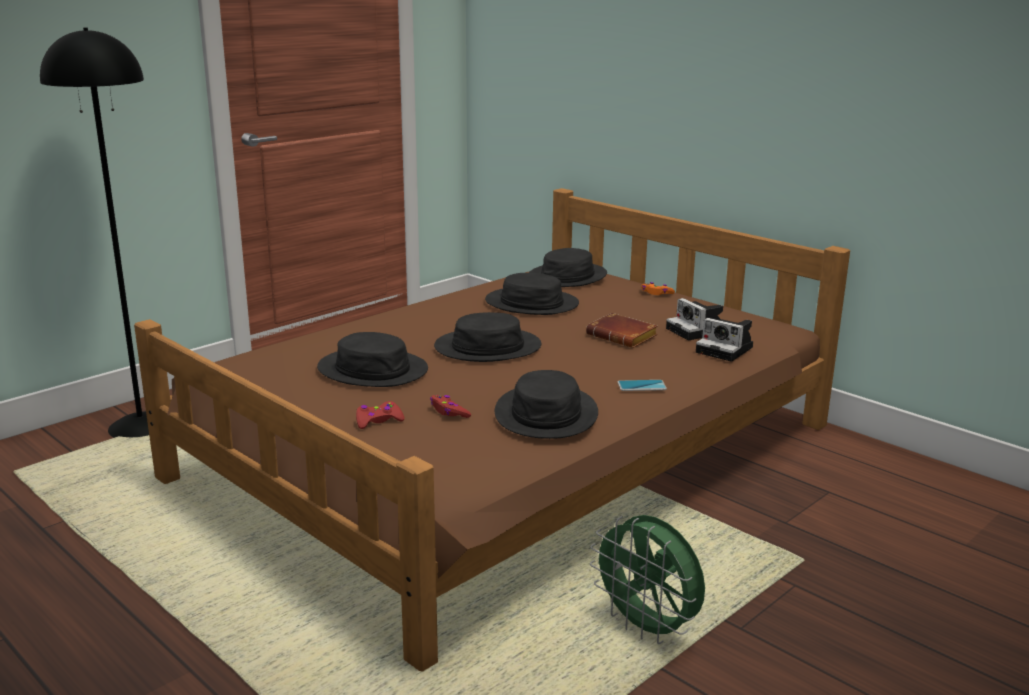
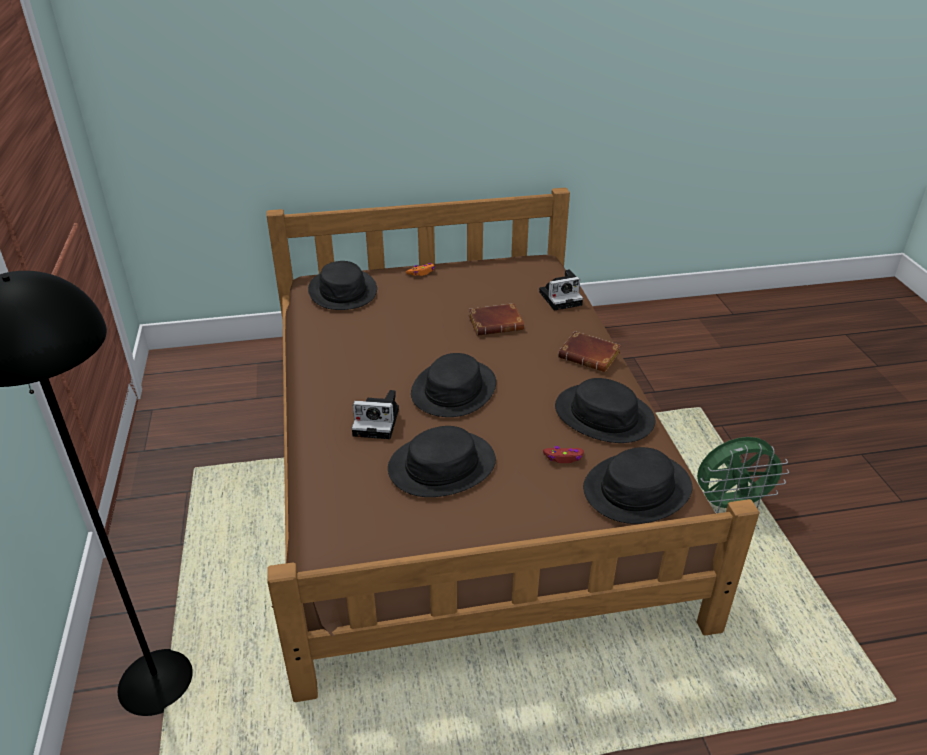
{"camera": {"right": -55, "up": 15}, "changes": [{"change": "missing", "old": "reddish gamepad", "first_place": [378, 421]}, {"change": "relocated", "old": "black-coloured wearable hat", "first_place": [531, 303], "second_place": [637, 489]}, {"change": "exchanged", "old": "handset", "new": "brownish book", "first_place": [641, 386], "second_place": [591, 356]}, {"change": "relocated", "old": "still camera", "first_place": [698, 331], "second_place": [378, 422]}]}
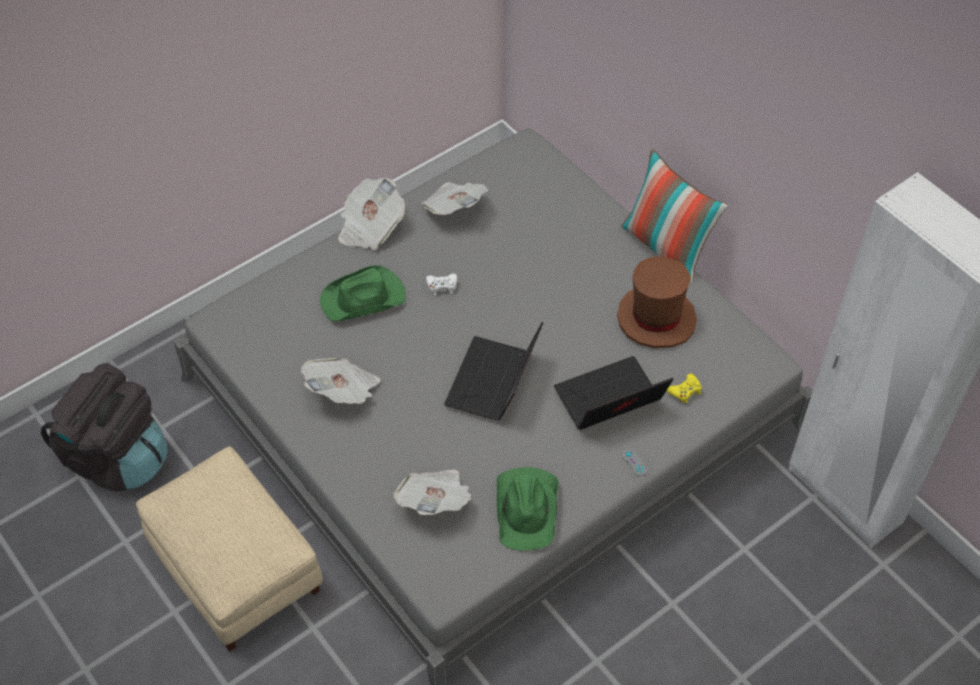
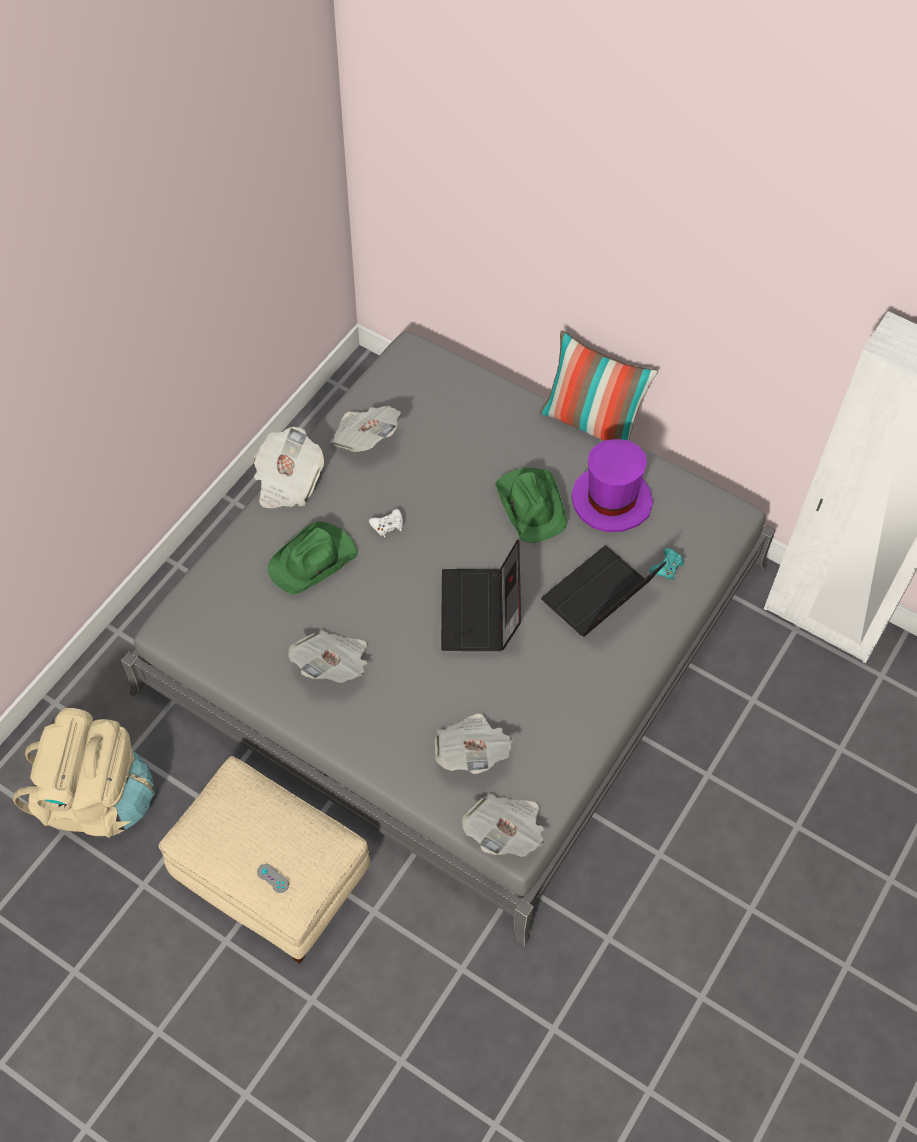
{"camera": {"right": -20, "up": 5}, "changes": [{"change": "colour", "old": "black-coloured knapsack", "new": "beige-coloured knapsack", "first_place": [117, 458], "second_place": [97, 799]}, {"change": "relocated", "old": "green-coloured wearable hat", "first_place": [527, 508], "second_place": [531, 504]}, {"change": "colour", "old": "brownish wearable hat", "new": "purple wearable hat", "first_place": [656, 318], "second_place": [611, 500]}, {"change": "relocated", "old": "gray gamepad", "first_place": [634, 462], "second_place": [273, 878]}, {"change": "colour", "old": "yellow-coloured gamepad", "new": "turquoise gamepad", "first_place": [685, 391], "second_place": [667, 567]}, {"change": "appeared", "new": "daily paper", "second_place": [506, 832]}]}
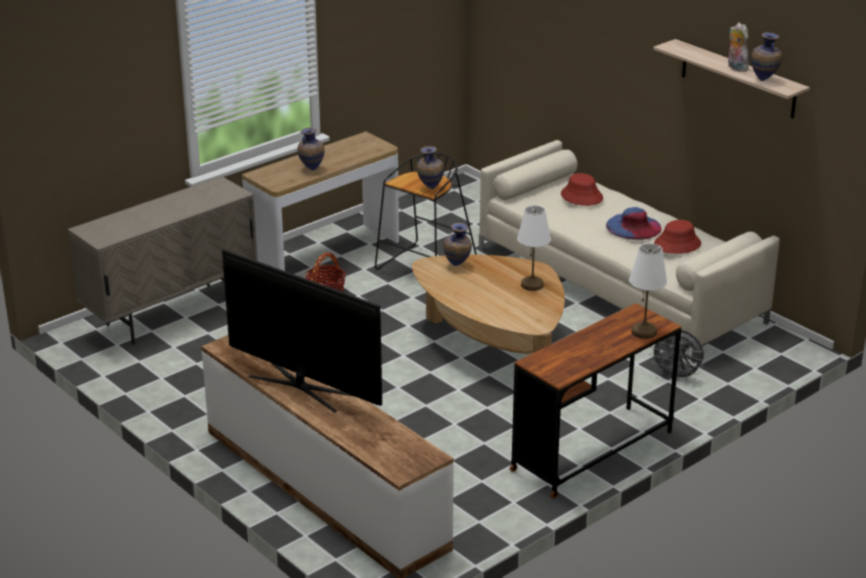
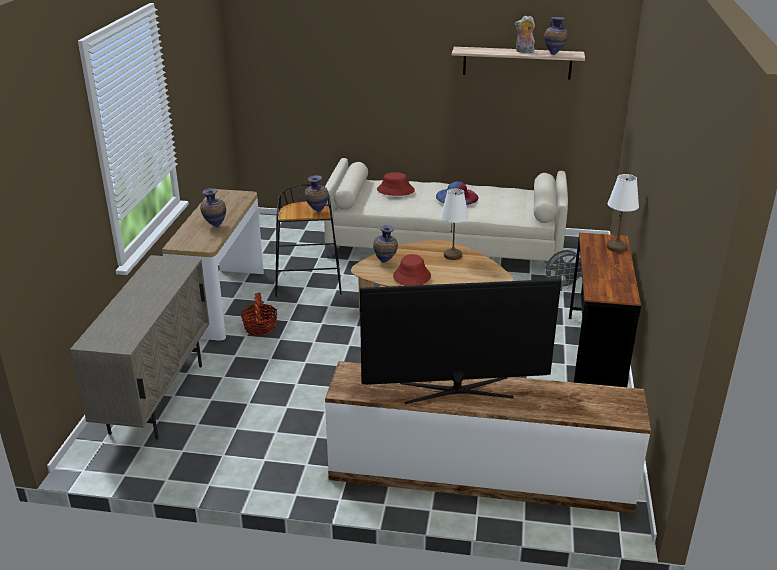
{"camera": {"right": -40, "up": 0}, "changes": [{"change": "relocated", "old": "reddish wearable hat", "first_place": [677, 244], "second_place": [411, 276]}]}
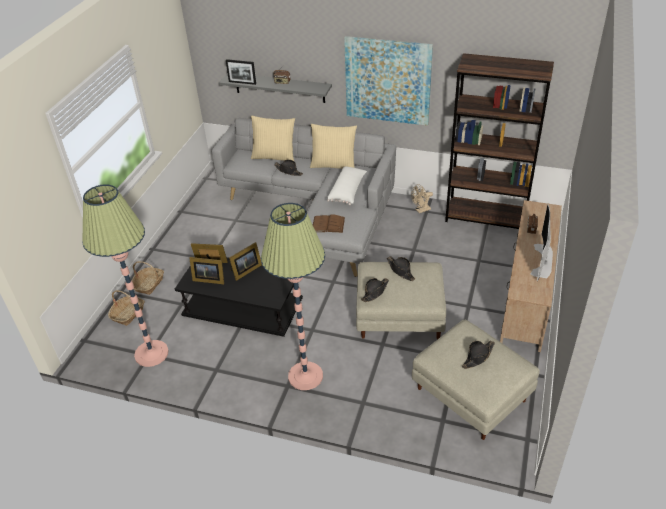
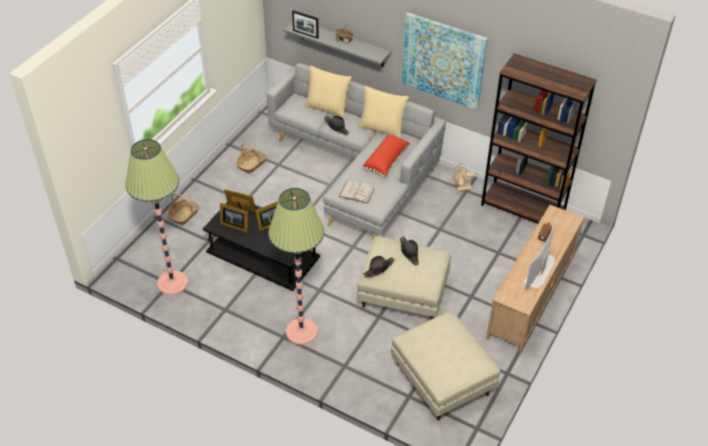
{"camera": {"right": 10, "up": 5}, "changes": [{"change": "relocated", "old": "storage basket", "first_place": [128, 314], "second_place": [251, 164]}, {"change": "colour", "old": "brownish book", "new": "white-coloured book", "first_place": [328, 224], "second_place": [357, 192]}, {"change": "colour", "old": "white-coloured throw pillow", "new": "reddish throw pillow", "first_place": [348, 191], "second_place": [386, 160]}, {"change": "missing", "old": "black-coloured wearable hat", "first_place": [478, 357]}]}
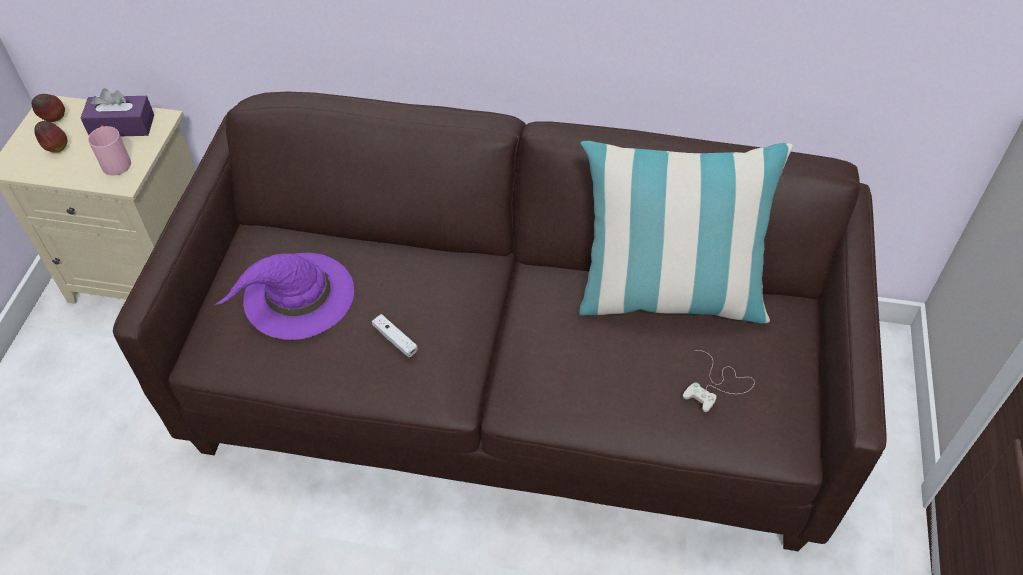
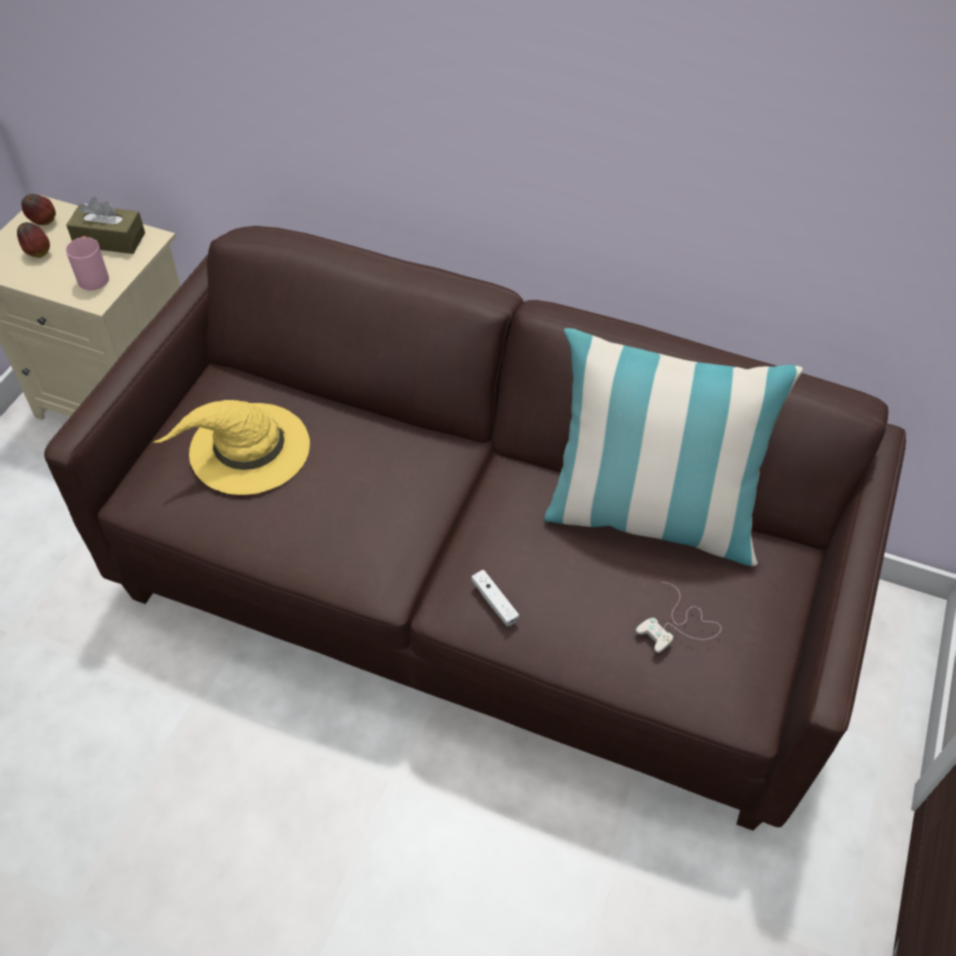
{"camera": {"right": 10, "up": 0}, "changes": [{"change": "colour", "old": "purple tissue holder", "new": "brownish tissue holder", "first_place": [122, 126], "second_place": [109, 240]}, {"change": "colour", "old": "purple wearable hat", "new": "yellow-coloured wearable hat", "first_place": [297, 296], "second_place": [247, 449]}, {"change": "relocated", "old": "white-coloured gamepad", "first_place": [395, 339], "second_place": [494, 602]}]}
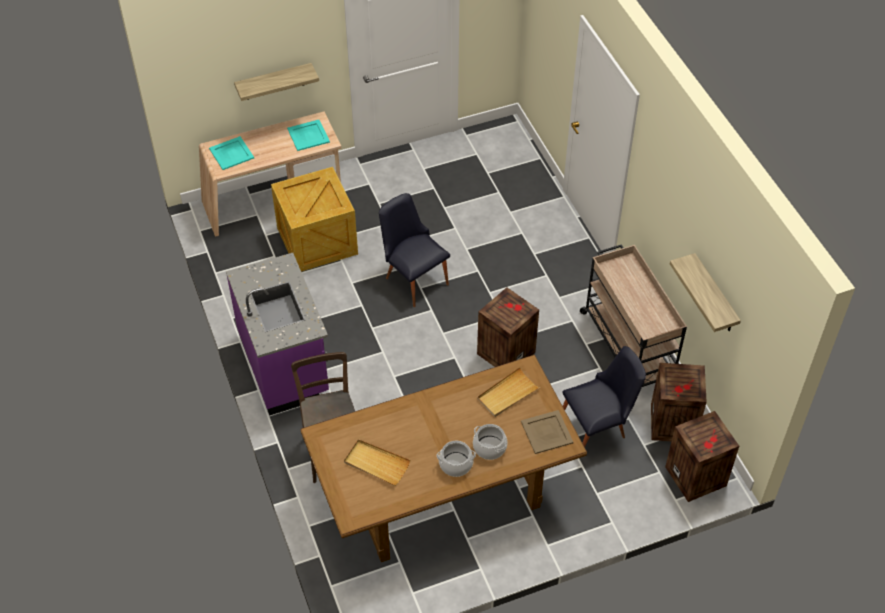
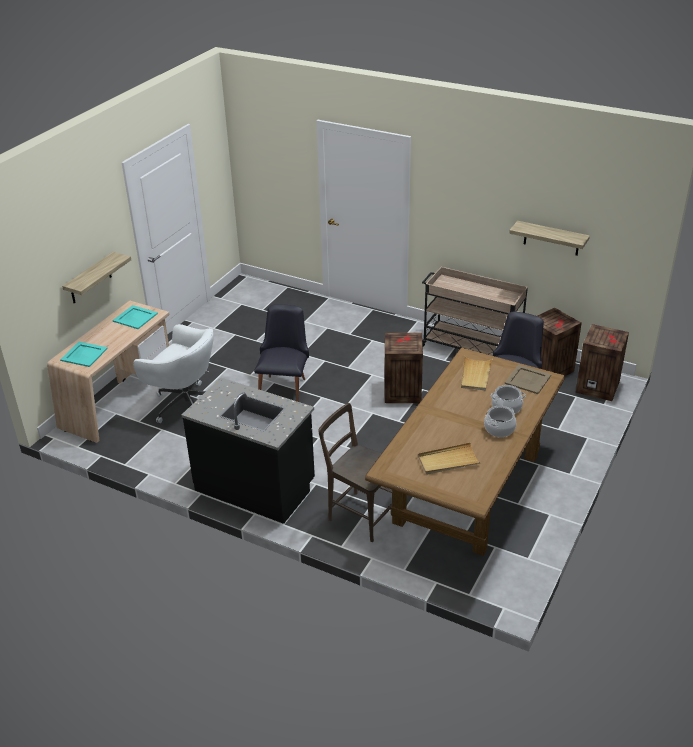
{"camera": {"right": -40, "up": -15}, "changes": [{"change": "colour", "old": "purple kitchen counter", "new": "black-coloured kitchen counter", "first_place": [285, 364], "second_place": [255, 486]}, {"change": "exchanged", "old": "shipping crate", "new": "white-coloured desk chair", "first_place": [316, 242], "second_place": [185, 404]}, {"change": "spun", "old": "black-coloured plain chair", "first_place": [413, 277], "second_place": [284, 387], "degrees": 90}]}
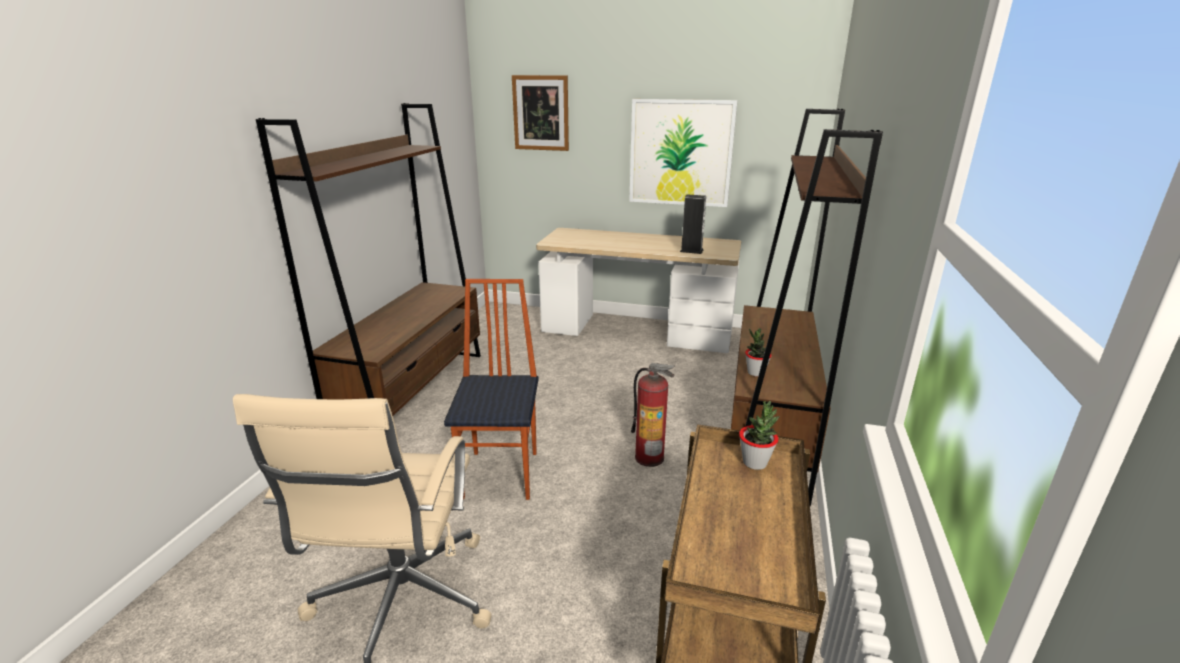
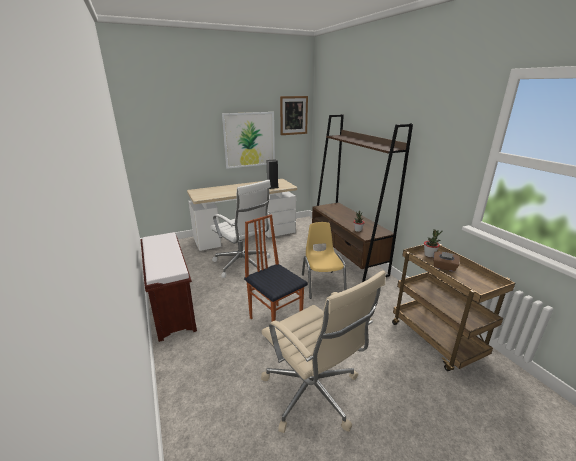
{"camera": {"right": -40, "up": 0}, "changes": [{"change": "exchanged", "old": "brownish bookcase", "new": "brownish bench", "first_place": [413, 392], "second_place": [171, 307]}, {"change": "relocated", "old": "picture", "first_place": [541, 113], "second_place": [293, 115]}, {"change": "exchanged", "old": "fire extinguisher", "new": "yellow-coloured plain chair", "first_place": [649, 457], "second_place": [322, 284]}, {"change": "appeared", "new": "white-coloured desk chair", "second_place": [243, 264]}, {"change": "appeared", "new": "brownish tissue holder", "second_place": [444, 267]}]}
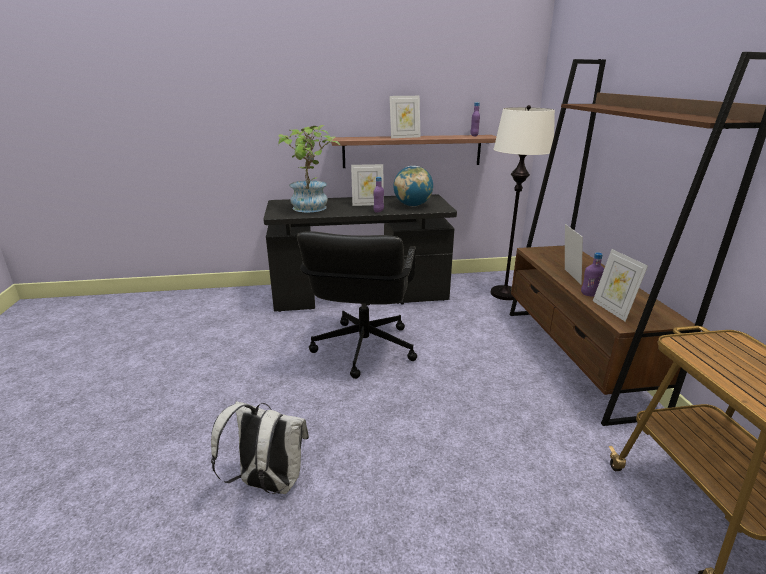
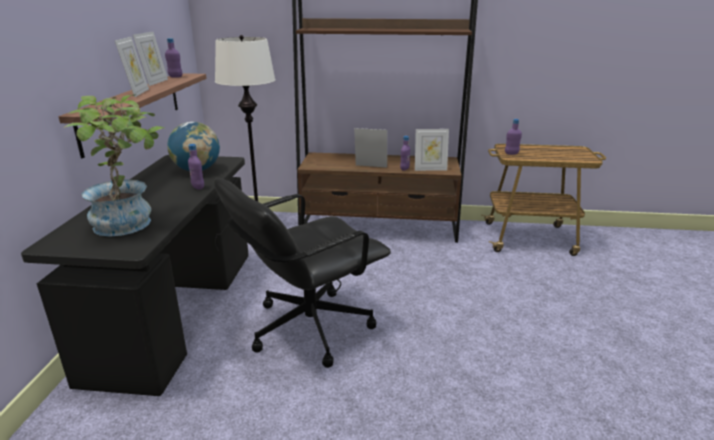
{"camera": {"right": -75, "up": 0}, "changes": [{"change": "missing", "old": "white-coloured knapsack", "first_place": [268, 483]}, {"change": "spun", "old": "black-coloured desk chair", "first_place": [363, 348], "second_place": [309, 327], "degrees": 120}, {"change": "relocated", "old": "photo frame", "first_place": [367, 204], "second_place": [155, 82]}, {"change": "appeared", "new": "purple beverage bottle", "second_place": [511, 154]}]}
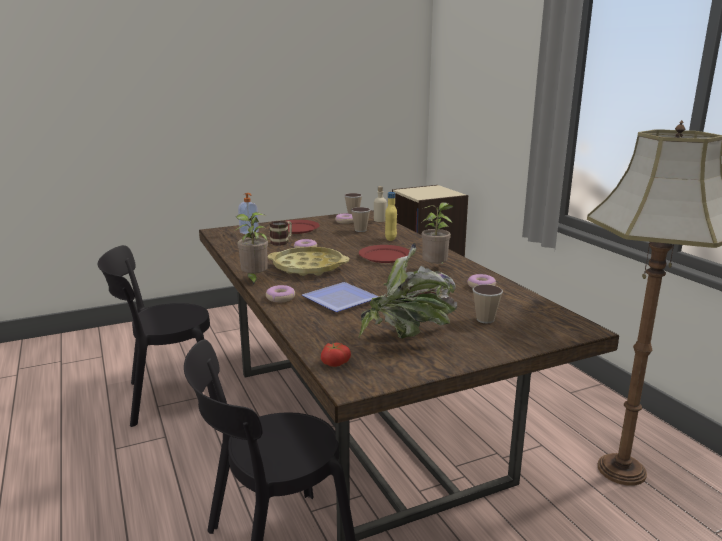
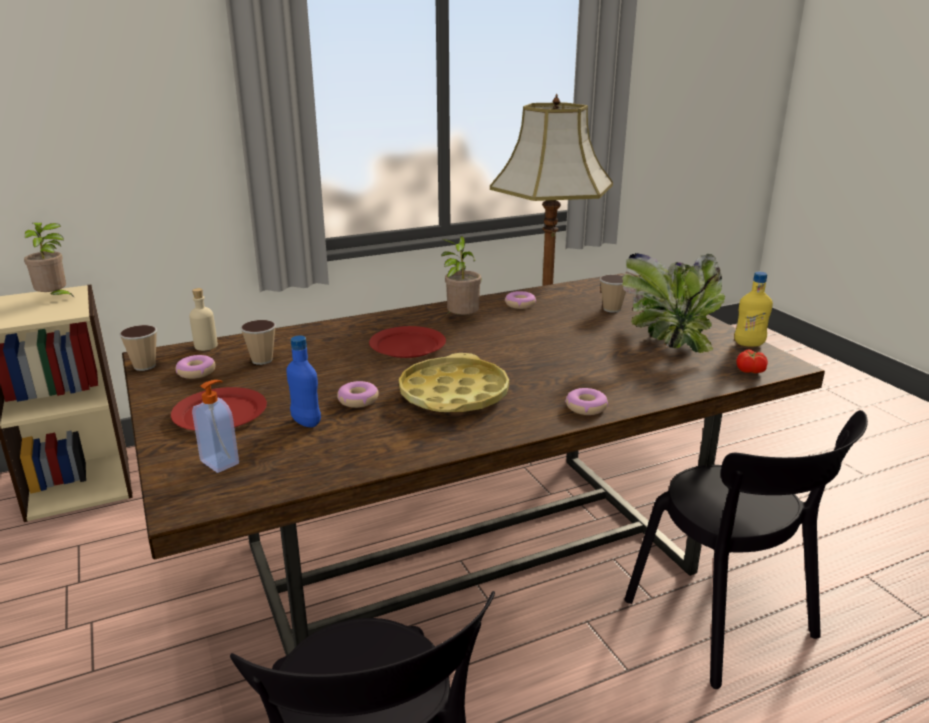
{"camera": {"right": -90, "up": 5}, "changes": [{"change": "relocated", "old": "houseplant", "first_place": [254, 280], "second_place": [55, 299]}, {"change": "exchanged", "old": "mug", "new": "blue-coloured beverage bottle", "first_place": [282, 241], "second_place": [306, 422]}, {"change": "missing", "old": "plate", "first_place": [340, 301]}, {"change": "relocated", "old": "yellow-coloured beverage bottle", "first_place": [390, 239], "second_place": [749, 344]}]}
